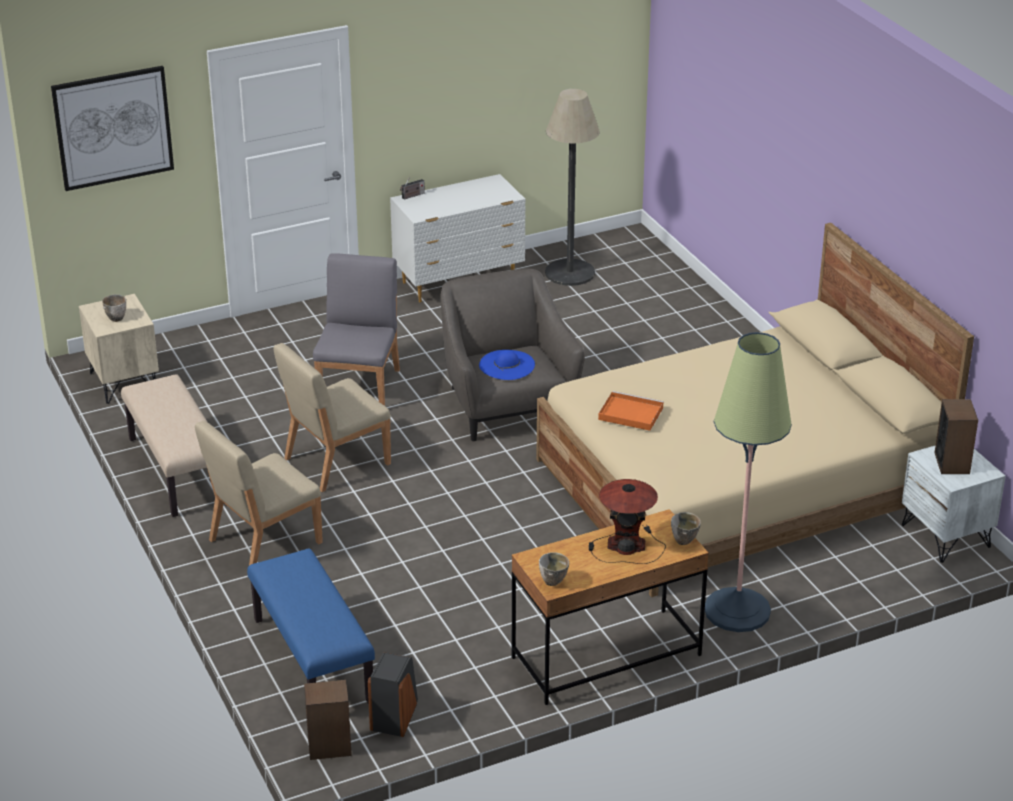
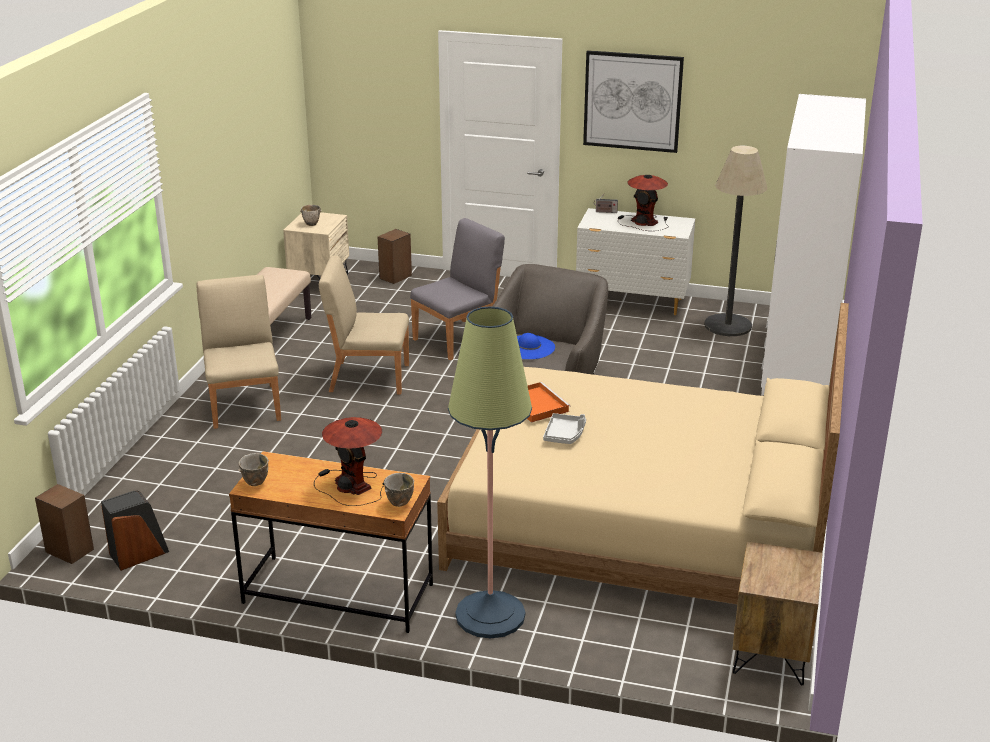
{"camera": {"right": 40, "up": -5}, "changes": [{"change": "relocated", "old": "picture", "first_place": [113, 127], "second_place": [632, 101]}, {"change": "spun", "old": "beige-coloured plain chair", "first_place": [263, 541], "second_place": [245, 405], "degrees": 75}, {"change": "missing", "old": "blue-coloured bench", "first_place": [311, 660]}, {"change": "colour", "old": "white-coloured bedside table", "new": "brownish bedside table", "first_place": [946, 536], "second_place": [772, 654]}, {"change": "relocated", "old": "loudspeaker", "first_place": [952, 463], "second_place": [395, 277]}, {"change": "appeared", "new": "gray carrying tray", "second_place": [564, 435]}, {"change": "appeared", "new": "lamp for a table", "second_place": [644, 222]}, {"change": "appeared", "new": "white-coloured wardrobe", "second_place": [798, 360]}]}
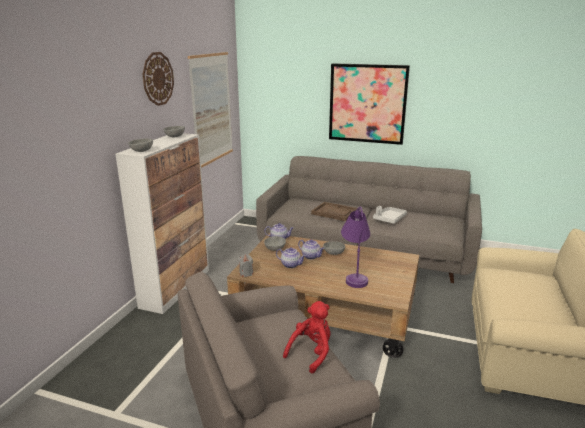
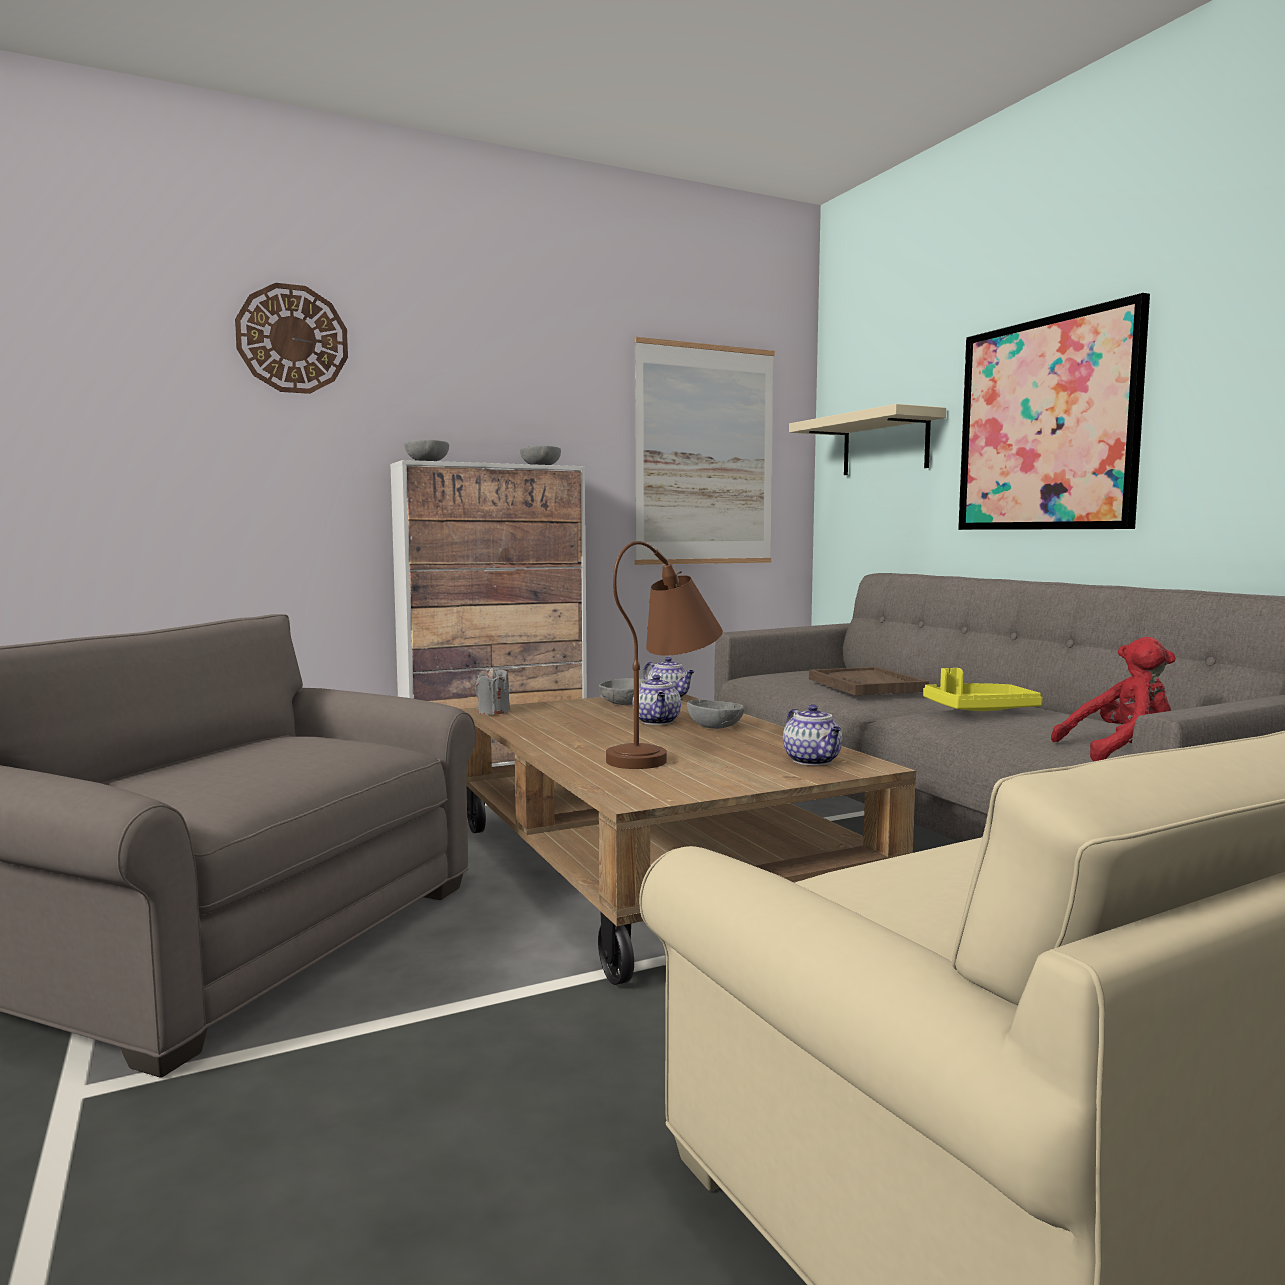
{"camera": {"right": 45, "up": -15}, "changes": [{"change": "relocated", "old": "clock on the wall", "first_place": [158, 79], "second_place": [292, 339]}, {"change": "relocated", "old": "teapot", "first_place": [291, 265], "second_place": [813, 761]}, {"change": "relocated", "old": "reddish plush toy", "first_place": [311, 353], "second_place": [1120, 752]}, {"change": "colour", "old": "purple lamp for a table", "new": "brownish lamp for a table", "first_place": [355, 274], "second_place": [666, 754]}, {"change": "colour", "old": "gray carrying tray", "new": "yellow-coloured carrying tray", "first_place": [389, 219], "second_place": [979, 710]}, {"change": "appeared", "new": "beige-coloured bracket shelf", "second_place": [885, 444]}]}
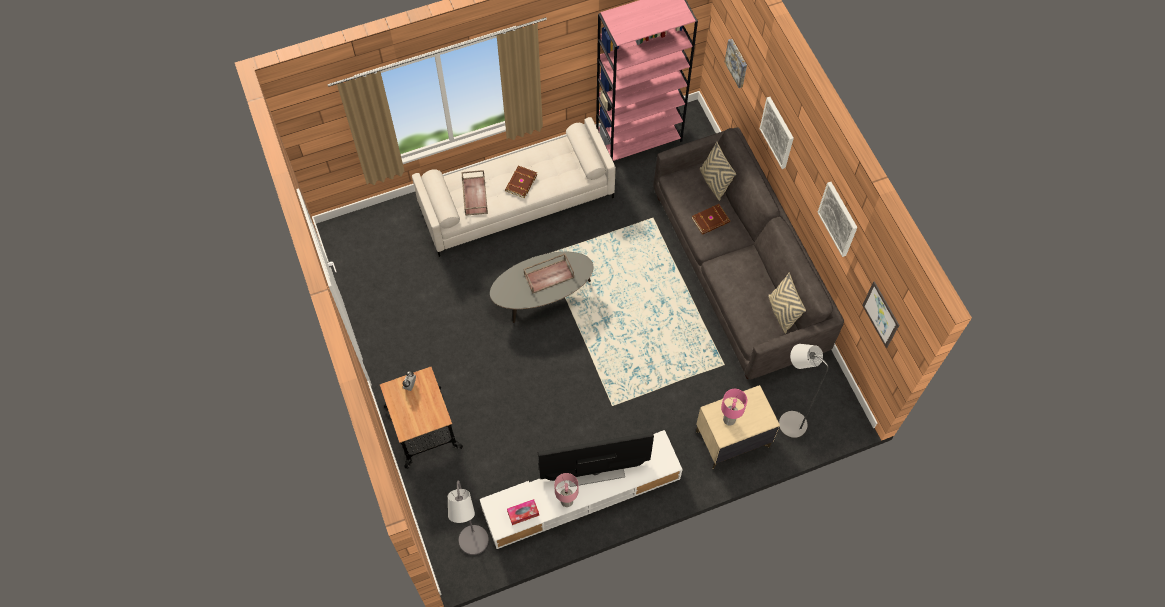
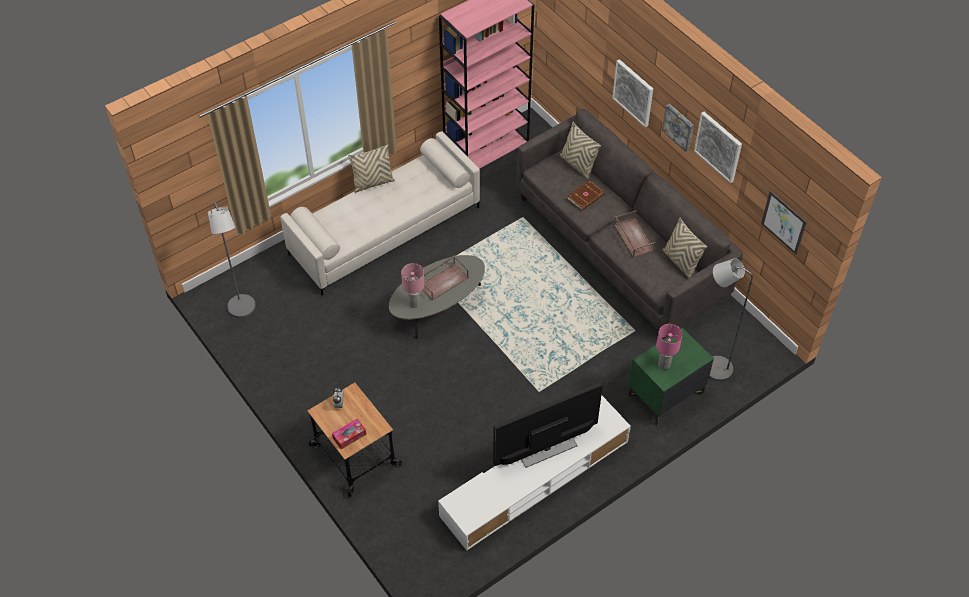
{"camera": {"right": -15, "up": -10}, "changes": [{"change": "relocated", "old": "gray floor lamp", "first_place": [474, 546], "second_place": [243, 311]}, {"change": "relocated", "old": "brownish carrying tray", "first_place": [474, 195], "second_place": [633, 237]}, {"change": "missing", "old": "brownish book", "first_place": [520, 182]}, {"change": "relocated", "old": "tissue holder", "first_place": [523, 513], "second_place": [349, 436]}, {"change": "relocated", "old": "pink lamp for a table", "first_place": [567, 501], "second_place": [415, 303]}, {"change": "colour", "old": "beige-coloured bedside table", "new": "green-coloured bedside table", "first_place": [732, 439], "second_place": [665, 395]}, {"change": "relocated", "old": "picture", "first_place": [737, 62], "second_place": [679, 127]}, {"change": "appeared", "new": "beige-coloured throw pillow", "second_place": [373, 183]}]}
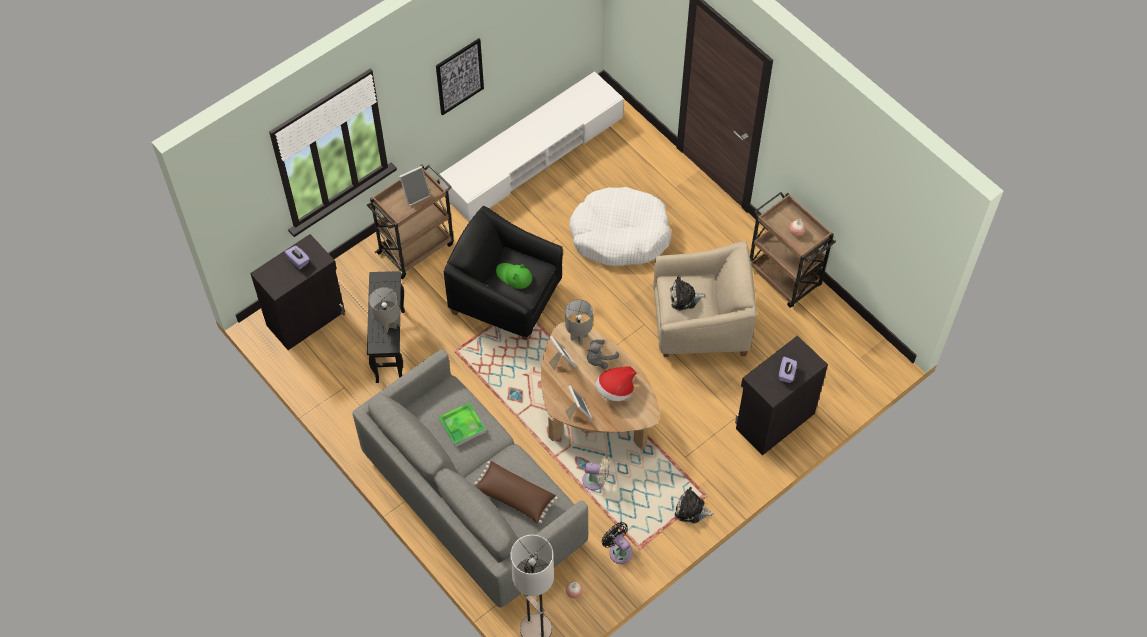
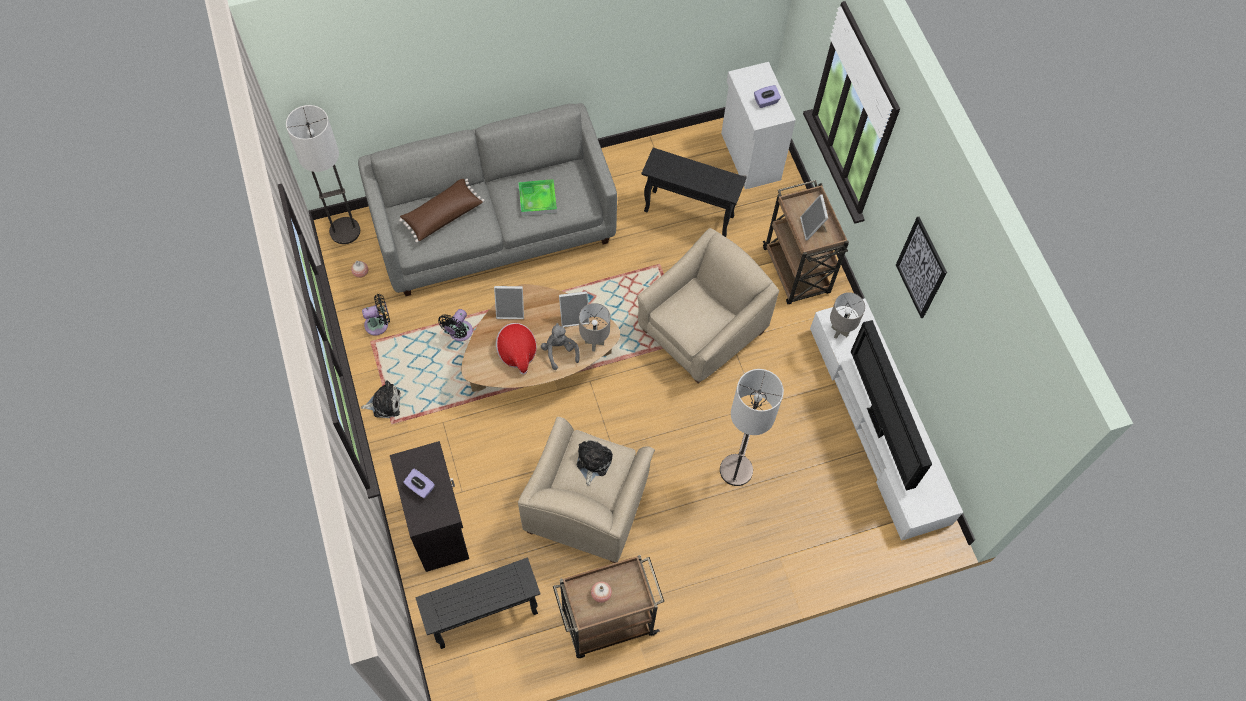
{"camera": {"right": 110, "up": 5}, "changes": [{"change": "colour", "old": "black-coloured cupboard", "new": "white-coloured cupboard", "first_place": [307, 319], "second_place": [749, 157]}, {"change": "relocated", "old": "gray lamp for a table", "first_place": [388, 325], "second_place": [840, 331]}, {"change": "colour", "old": "black-coloured easy chair", "new": "beige-coloured easy chair", "first_place": [506, 297], "second_place": [702, 331]}, {"change": "missing", "old": "green-coloured wearable hat", "first_place": [514, 276]}, {"change": "exchanged", "old": "white-coloured pet bed", "new": "floor lamp", "first_place": [620, 235], "second_place": [736, 470]}, {"change": "colour", "old": "beige-coloured cooling fan", "new": "black-coloured cooling fan", "first_place": [596, 480], "second_place": [459, 333]}, {"change": "spun", "old": "plush toy", "first_place": [691, 510], "second_place": [384, 403], "degrees": 45}, {"change": "appeared", "new": "black-coloured end table", "second_place": [484, 616]}, {"change": "appeared", "new": "TV set", "second_place": [877, 424]}]}
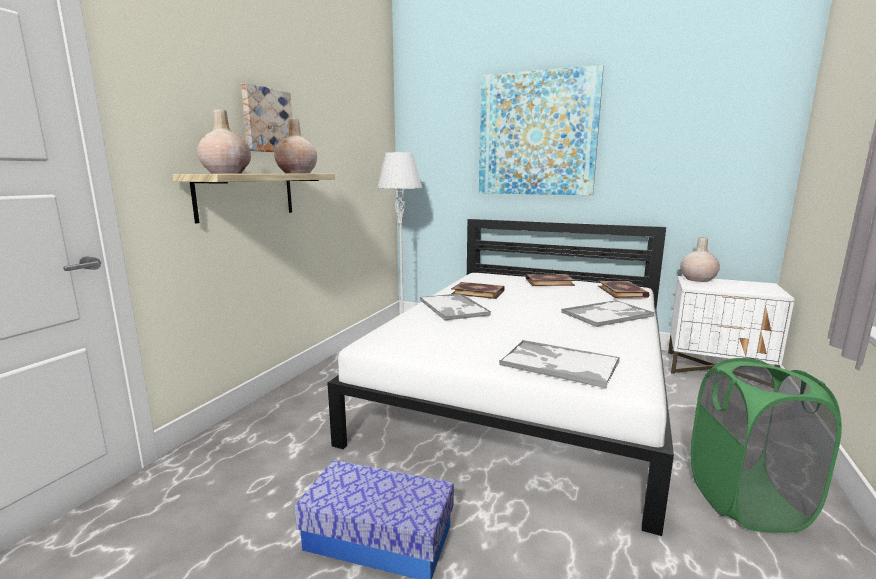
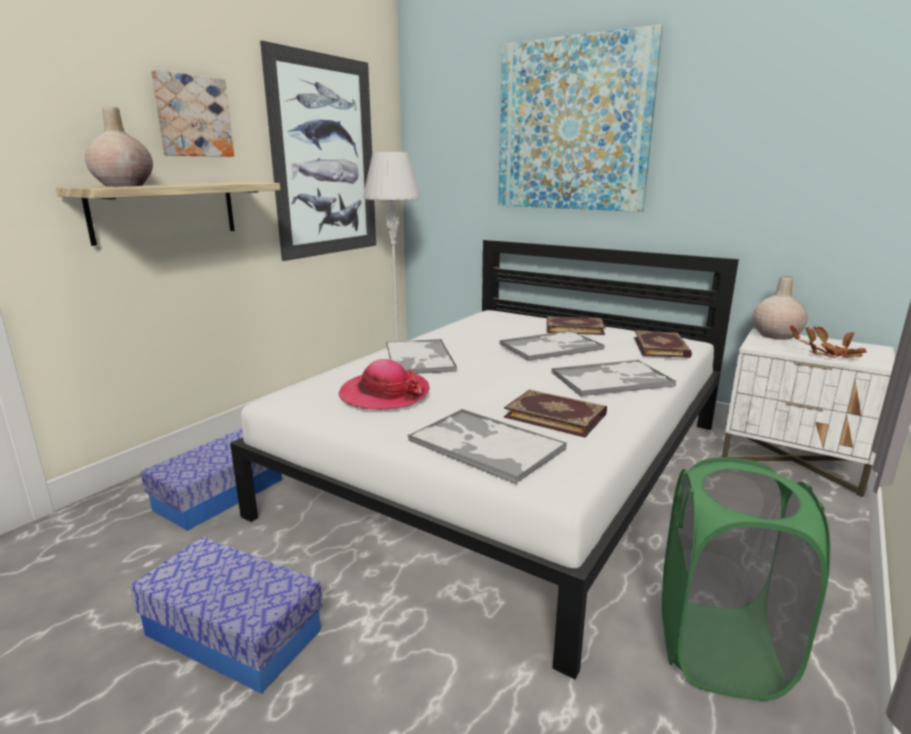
{"camera": {"right": 10, "up": 5}, "changes": [{"change": "missing", "old": "beige-coloured decorative vase", "first_place": [297, 173]}, {"change": "relocated", "old": "book", "first_place": [478, 292], "second_place": [555, 415]}, {"change": "appeared", "new": "storage container", "second_place": [220, 494]}, {"change": "appeared", "new": "picture", "second_place": [325, 158]}, {"change": "appeared", "new": "wearable hat", "second_place": [384, 394]}, {"change": "appeared", "new": "carrying tray", "second_place": [551, 347]}, {"change": "appeared", "new": "houseplant", "second_place": [829, 355]}]}
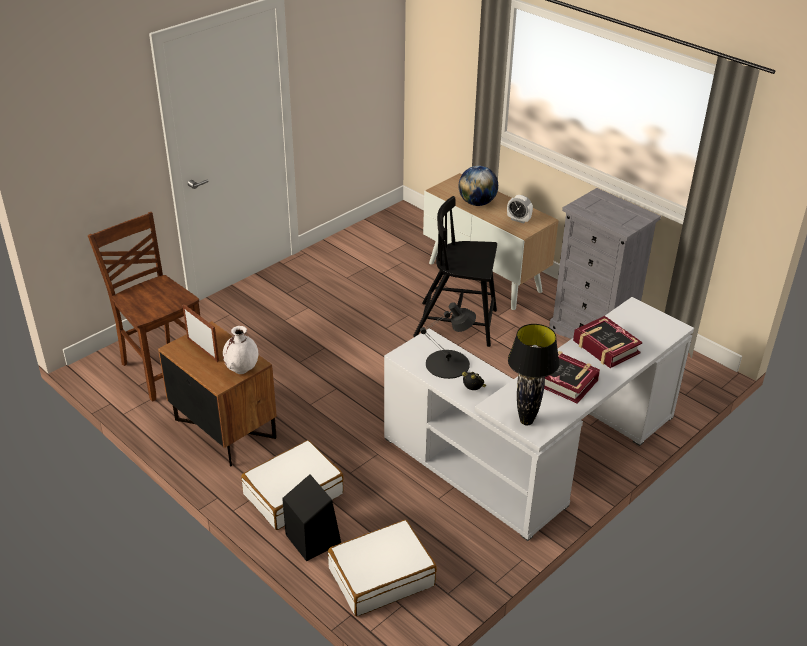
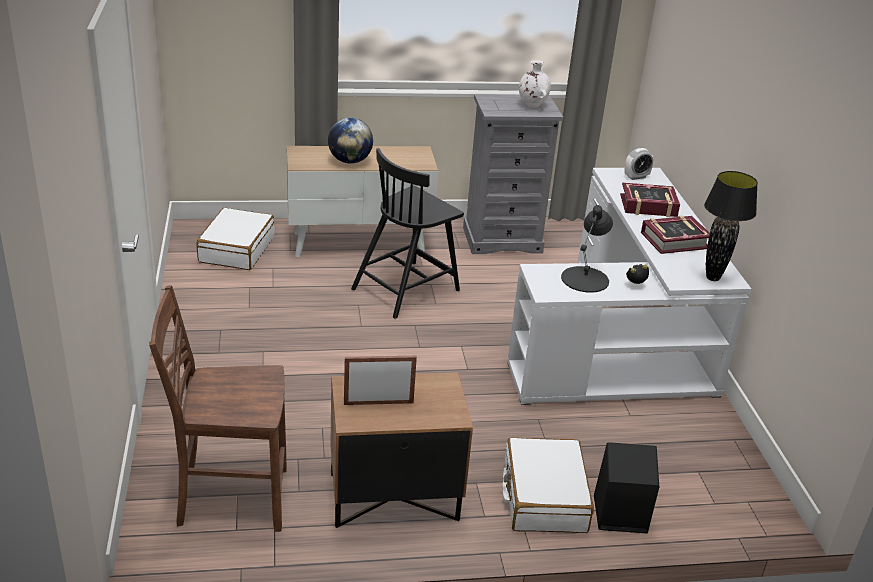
{"camera": {"right": -55, "up": -5}, "changes": [{"change": "relocated", "old": "white-coloured decorative vase", "first_place": [242, 369], "second_place": [532, 105]}, {"change": "relocated", "old": "white-coloured piece of luggage", "first_place": [381, 576], "second_place": [236, 249]}, {"change": "relocated", "old": "alarm clock", "first_place": [518, 220], "second_place": [636, 177]}]}
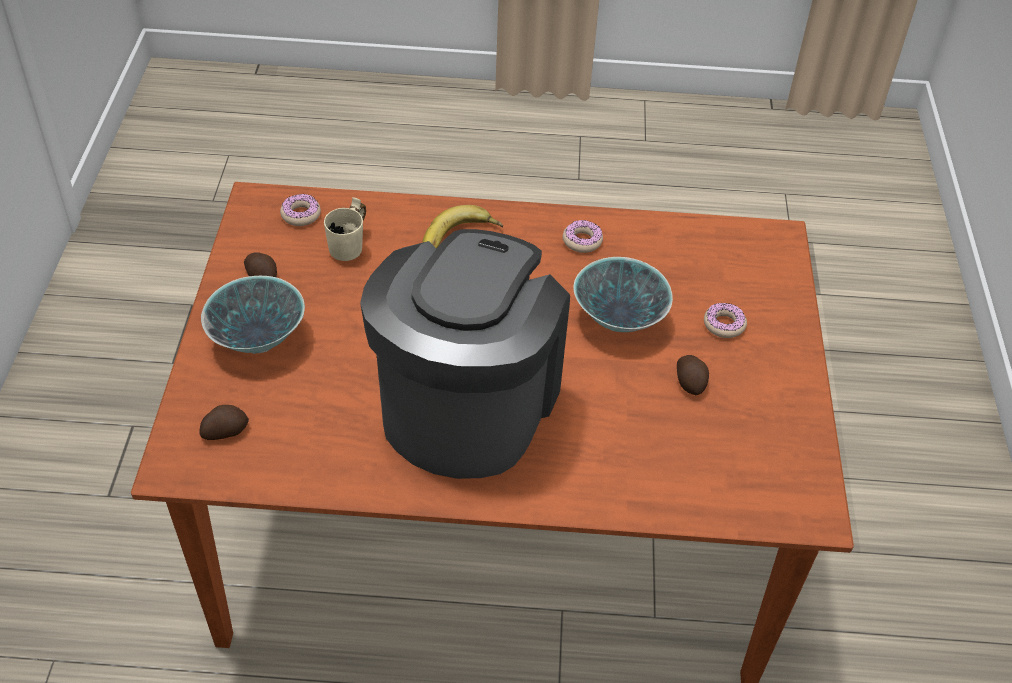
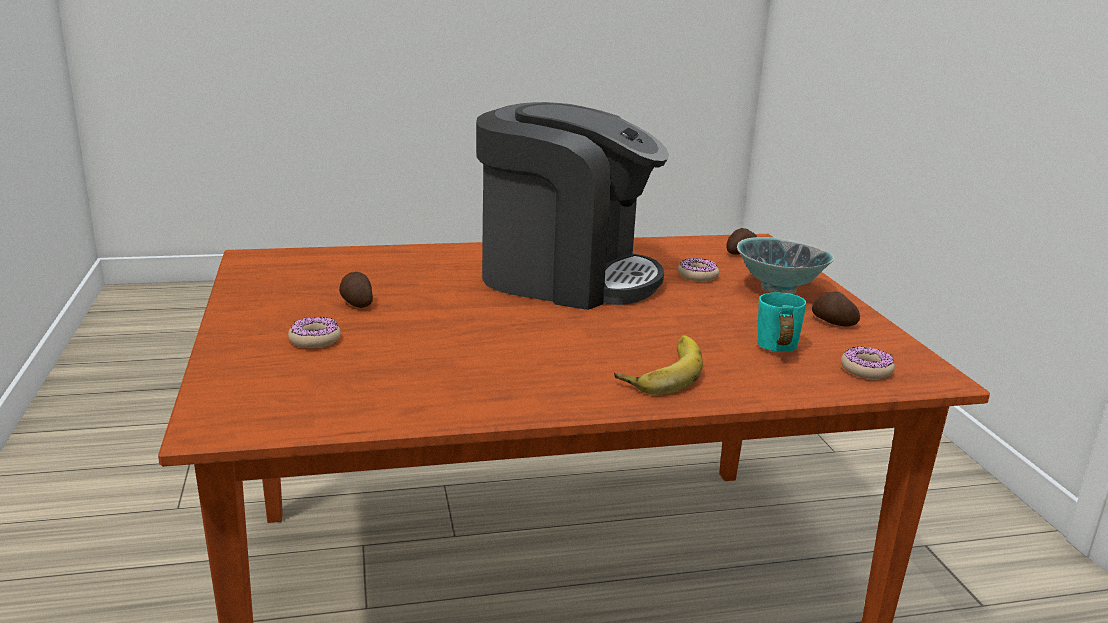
{"camera": {"right": 165, "up": -25}, "changes": [{"change": "colour", "old": "beige-coloured mug", "new": "turquoise mug", "first_place": [353, 248], "second_place": [772, 351]}, {"change": "spun", "old": "coffee brewer", "first_place": [467, 404], "second_place": [565, 277], "degrees": -75}, {"change": "relocated", "old": "doughnut", "first_place": [582, 241], "second_place": [698, 276]}, {"change": "missing", "old": "bowl", "first_place": [618, 320]}]}
